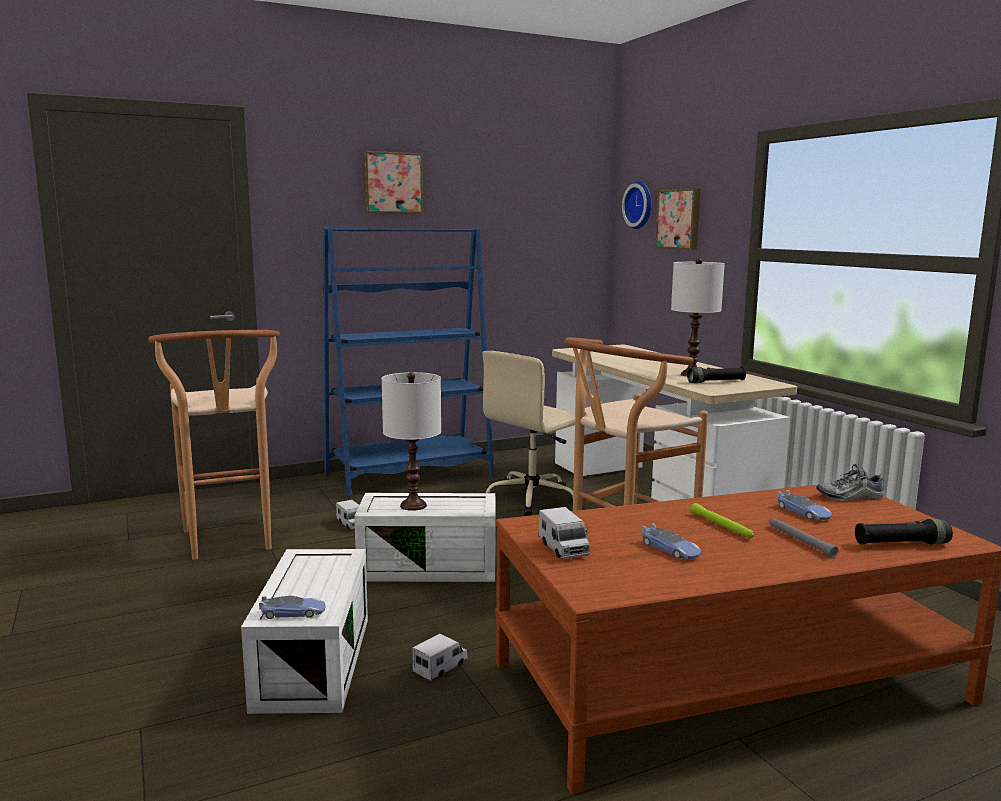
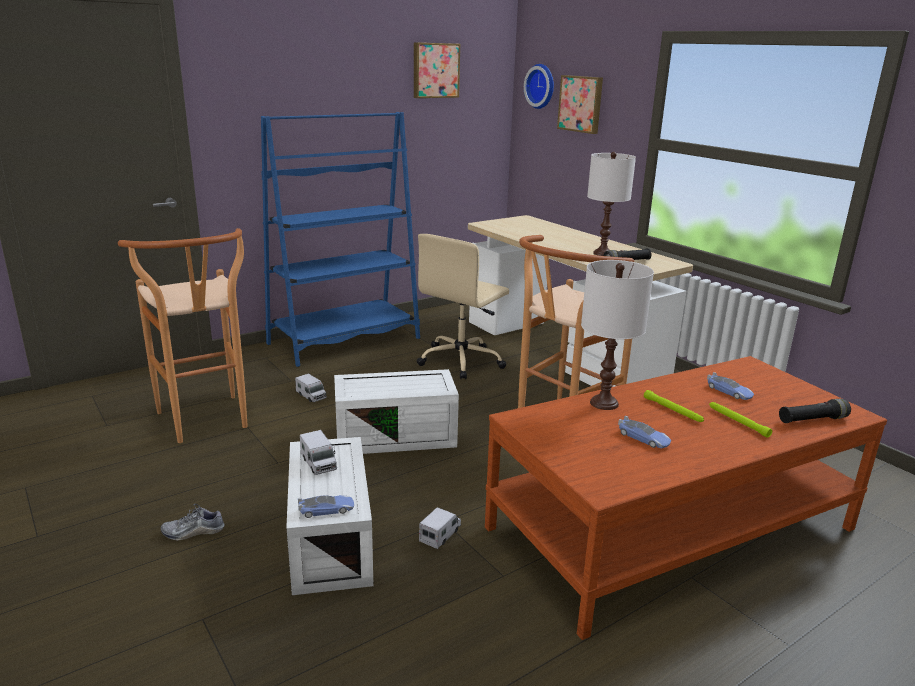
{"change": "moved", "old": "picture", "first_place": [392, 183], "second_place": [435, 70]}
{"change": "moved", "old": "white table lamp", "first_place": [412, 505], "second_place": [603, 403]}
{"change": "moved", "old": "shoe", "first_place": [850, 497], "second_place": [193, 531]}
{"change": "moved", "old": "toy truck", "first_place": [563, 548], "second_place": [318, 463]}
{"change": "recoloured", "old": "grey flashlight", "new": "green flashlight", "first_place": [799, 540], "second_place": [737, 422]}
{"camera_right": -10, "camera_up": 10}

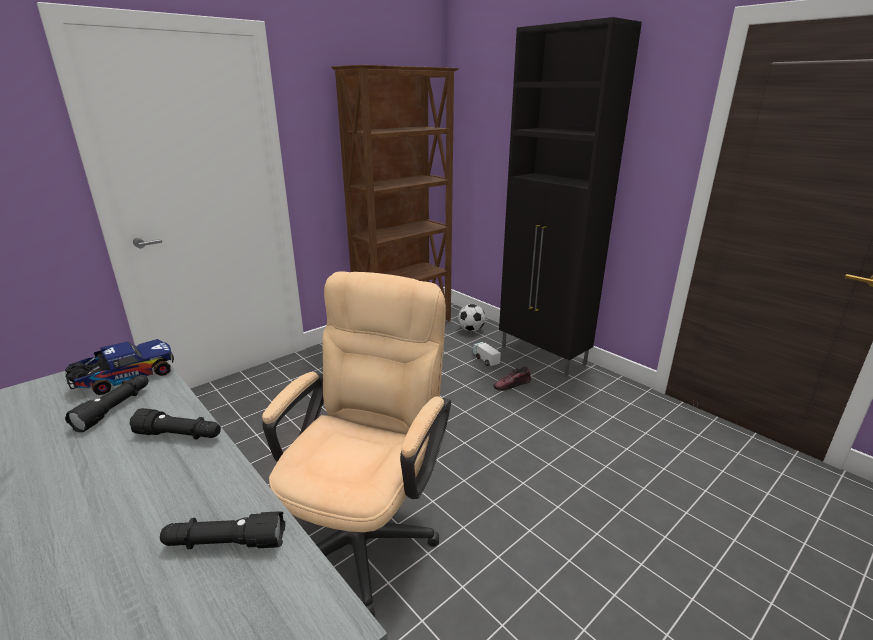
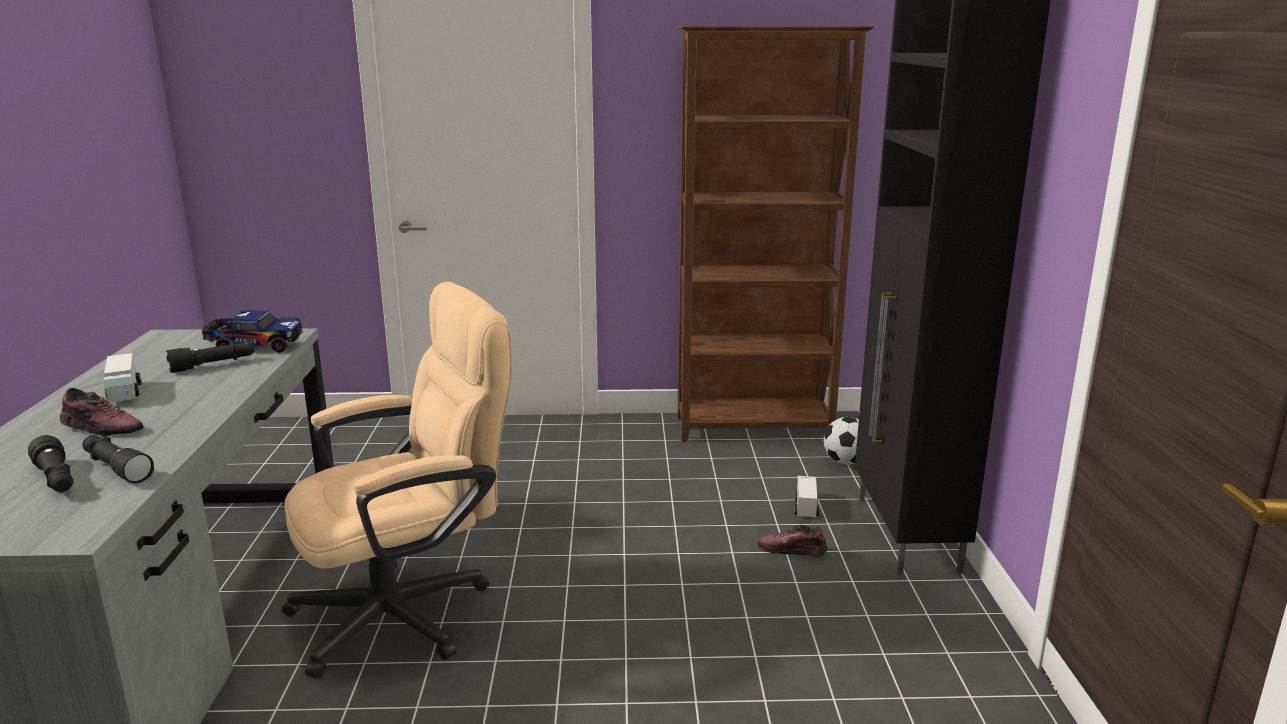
{"change": "moved", "old": "black flashlight", "first_place": [180, 435], "second_place": [56, 479]}
{"change": "added", "new": "toy truck", "second_place": [124, 393]}
{"change": "added", "new": "shoe", "second_place": [102, 428]}
{"camera_right": 40, "camera_up": -5}

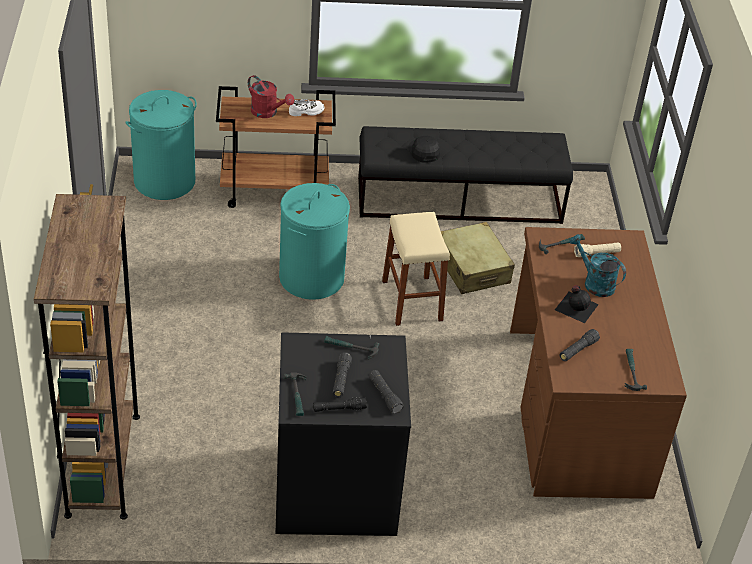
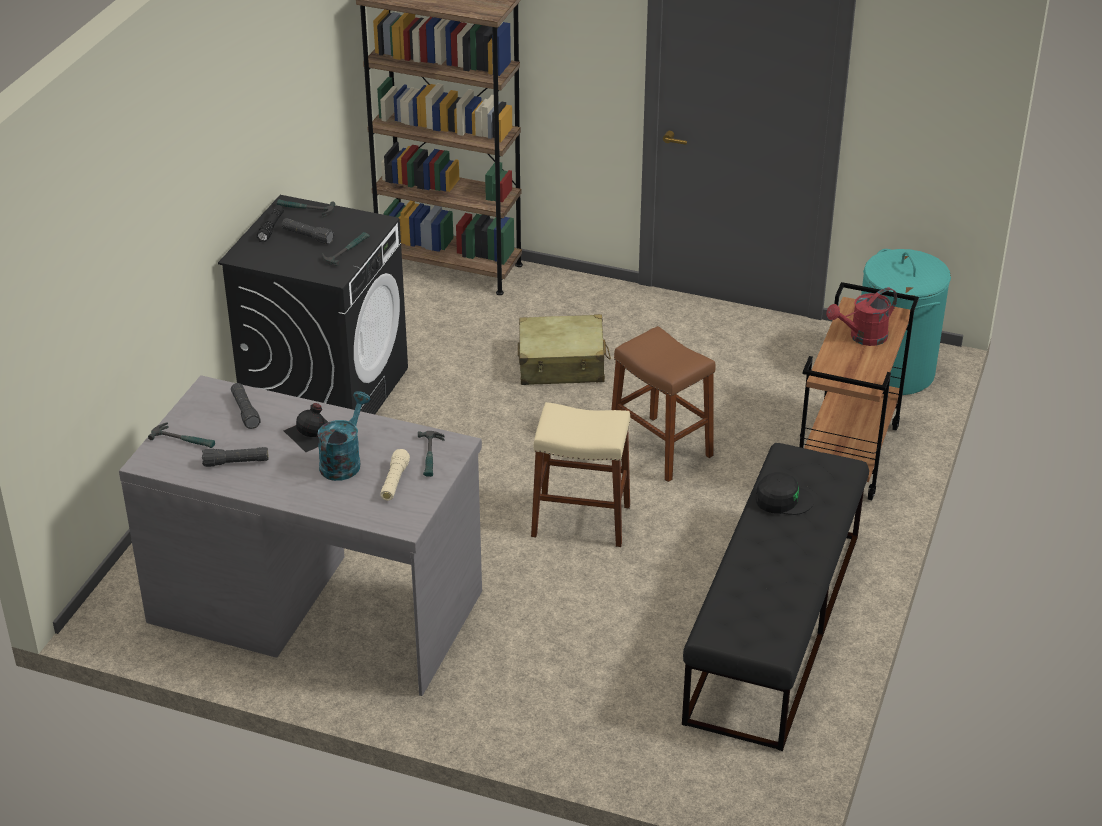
{"change": "removed", "old": "white shoe", "first_place": [306, 111]}
{"change": "replaced", "old": "turquoise laundry basket", "new": "brown stool", "first_place": [311, 278], "second_place": [660, 448]}
{"change": "moved", "old": "beige suitcase", "first_place": [472, 268], "second_place": [562, 364]}
{"change": "recoloured", "old": "brown desk", "new": "grey desk", "first_place": [576, 411], "second_place": [316, 605]}
{"change": "turned", "old": "turquoise watering can", "first_place": [594, 283], "second_place": [343, 461], "degrees": -45}
{"change": "moved", "old": "black flashlight", "first_place": [384, 396], "second_place": [236, 462]}
{"camera_right": 115, "camera_up": -5}

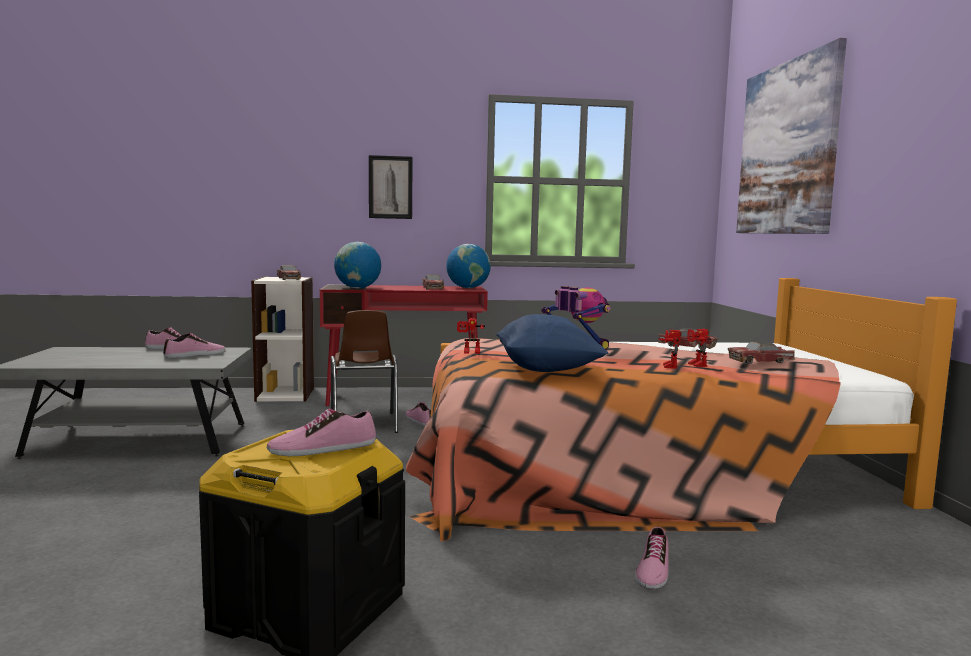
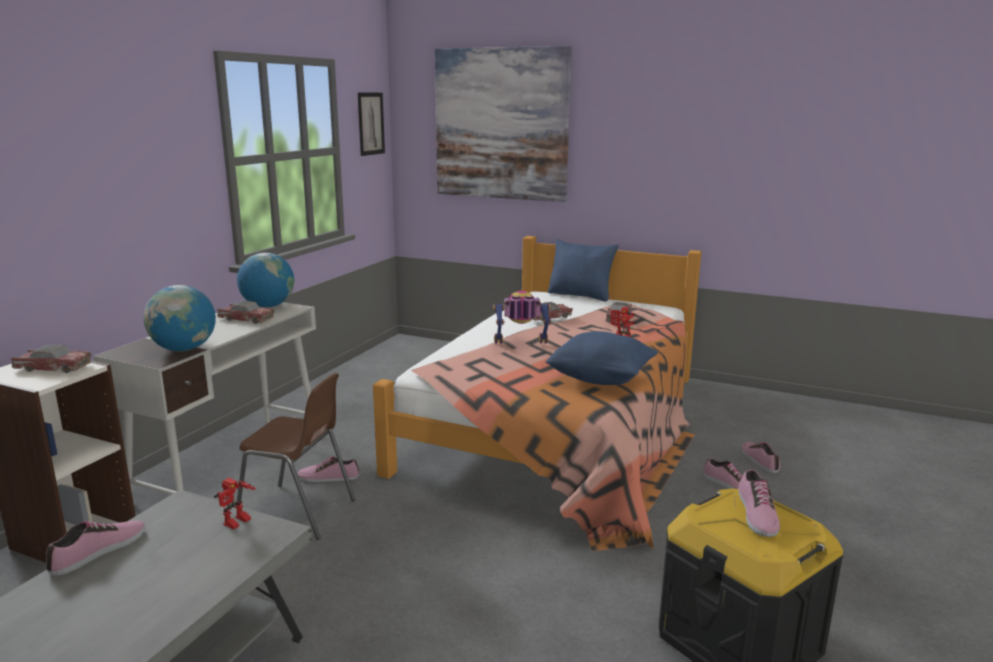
{"change": "moved", "old": "picture", "first_place": [390, 187], "second_place": [371, 123]}
{"change": "recoloured", "old": "red desk", "new": "white desk", "first_place": [405, 398], "second_place": [232, 464]}
{"change": "moved", "old": "toy robot", "first_place": [470, 352], "second_place": [238, 523]}
{"change": "moved", "old": "shoe", "first_place": [195, 355], "second_place": [760, 460]}
{"change": "added", "new": "blue pillow", "second_place": [580, 295]}
{"camera_right": -60, "camera_up": 10}

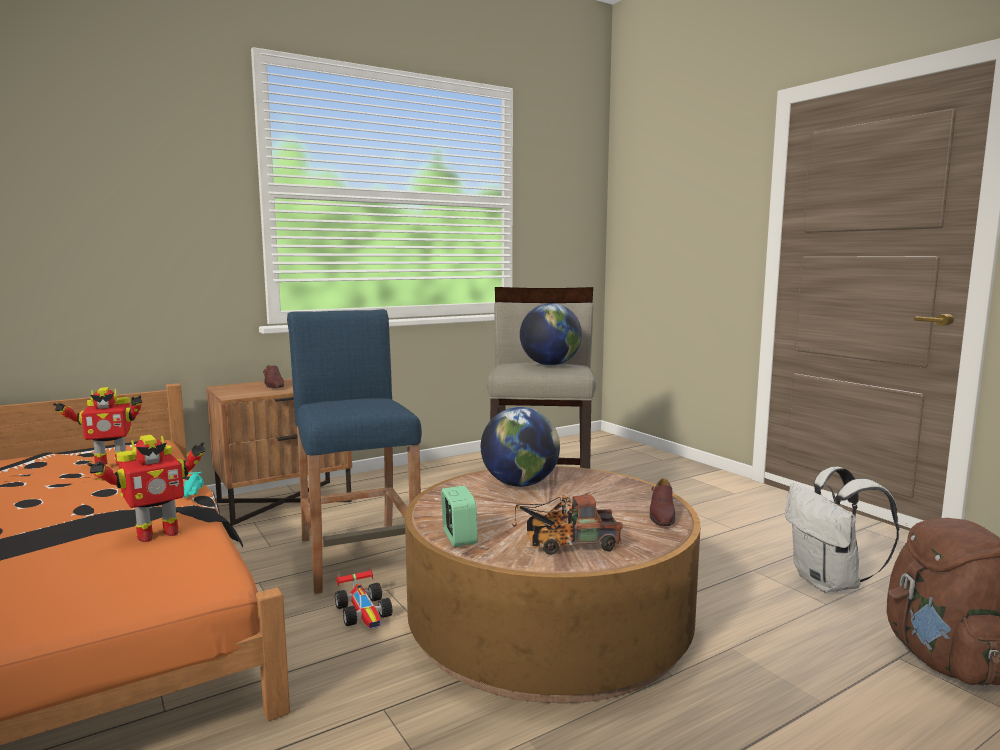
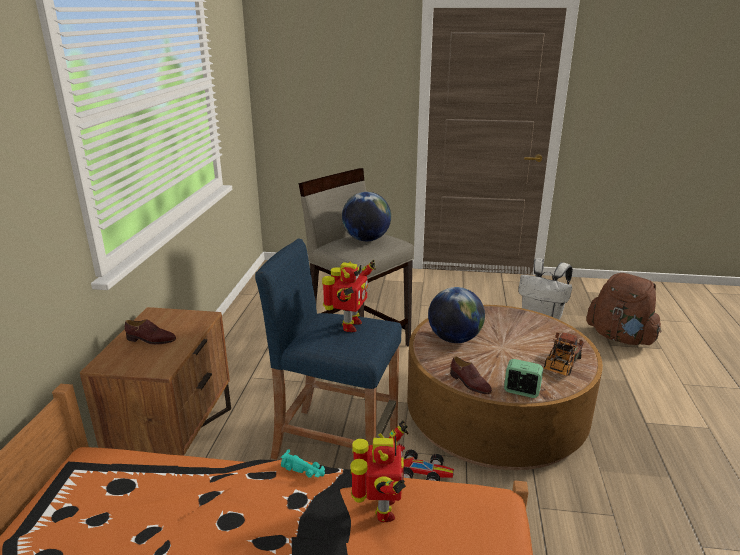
{"change": "moved", "old": "toy robot", "first_place": [110, 462], "second_place": [349, 326]}
{"change": "moved", "old": "brown shoe", "first_place": [661, 515], "second_place": [469, 383]}
{"camera_right": -50, "camera_up": 15}

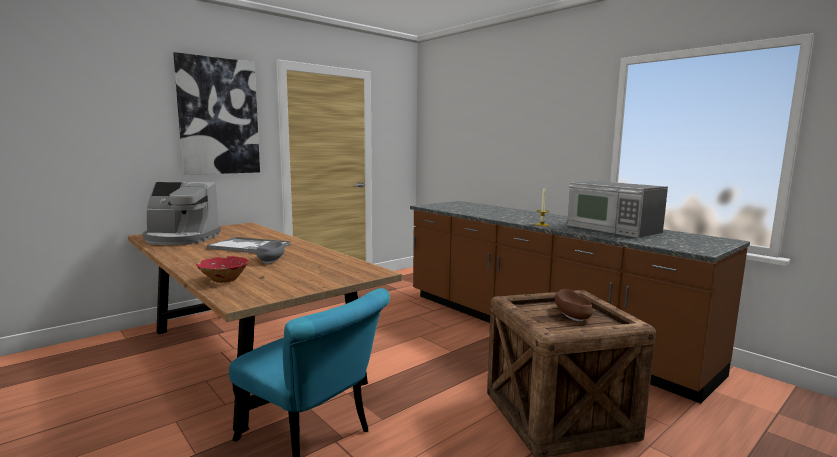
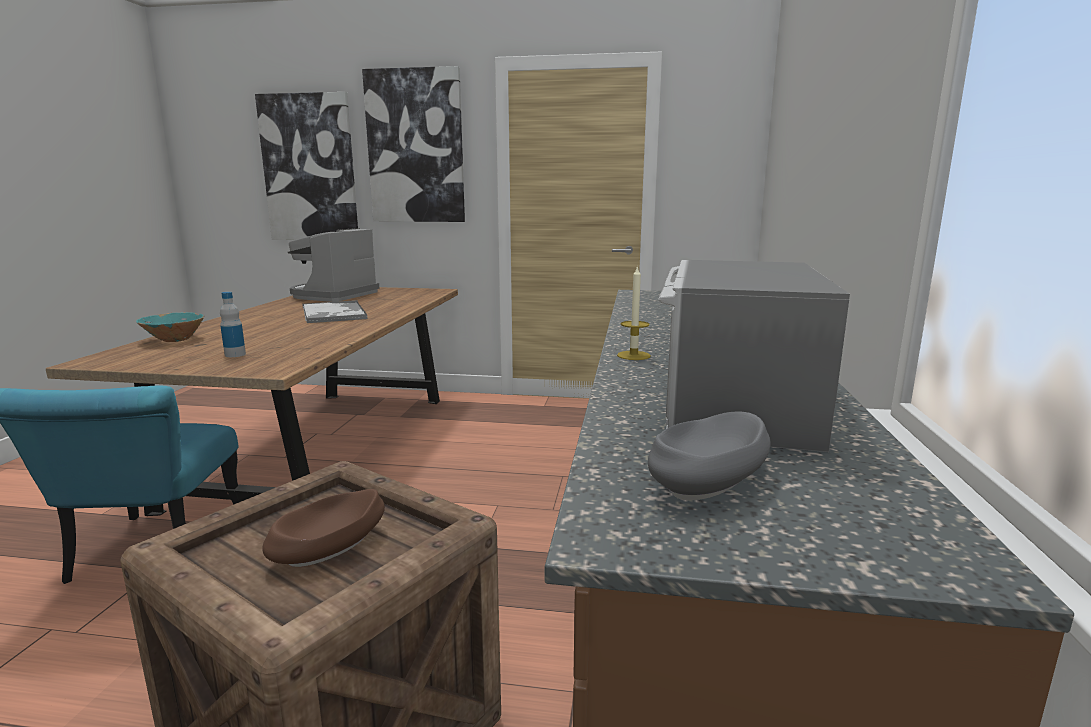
{"change": "turned", "old": "coffee machine", "first_place": [181, 239], "second_place": [333, 295], "degrees": 60}
{"change": "moved", "old": "grey bowl", "first_place": [271, 259], "second_place": [708, 481]}
{"change": "recoloured", "old": "red bowl", "new": "turquoise bowl", "first_place": [224, 280], "second_place": [174, 339]}
{"change": "added", "new": "picture", "second_place": [309, 168]}
{"change": "added", "new": "bottle", "second_place": [235, 354]}
{"camera_right": 50, "camera_up": 5}

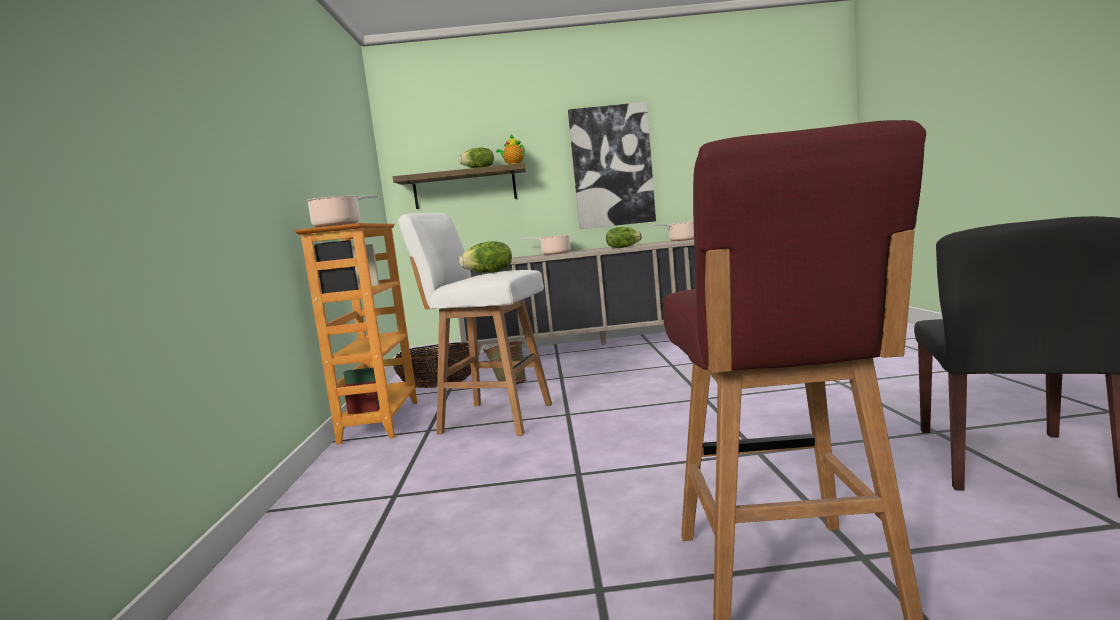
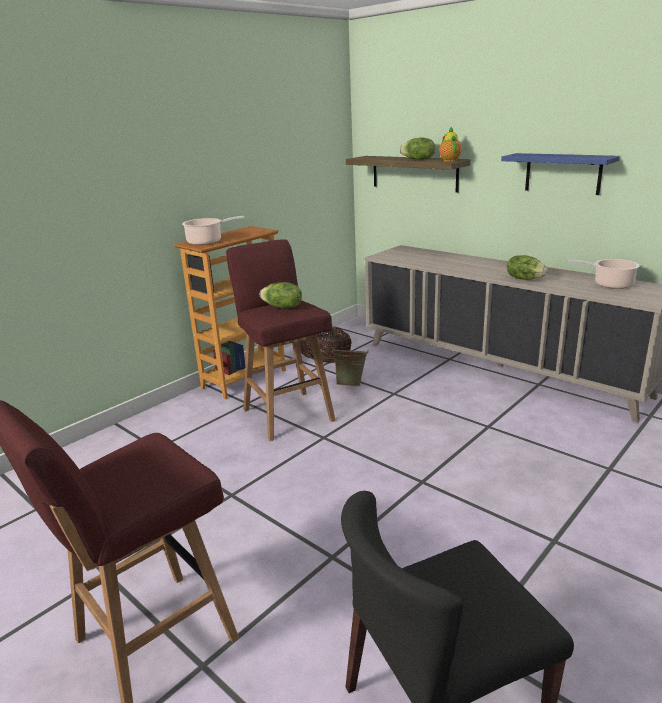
{"change": "replaced", "old": "picture", "new": "blue shelf", "first_place": [612, 166], "second_place": [563, 173]}
{"change": "recoloured", "old": "white stool", "new": "red stool", "first_place": [494, 418], "second_place": [287, 414]}
{"change": "removed", "old": "cooking pot", "first_place": [554, 253]}
{"camera_right": 45, "camera_up": 15}

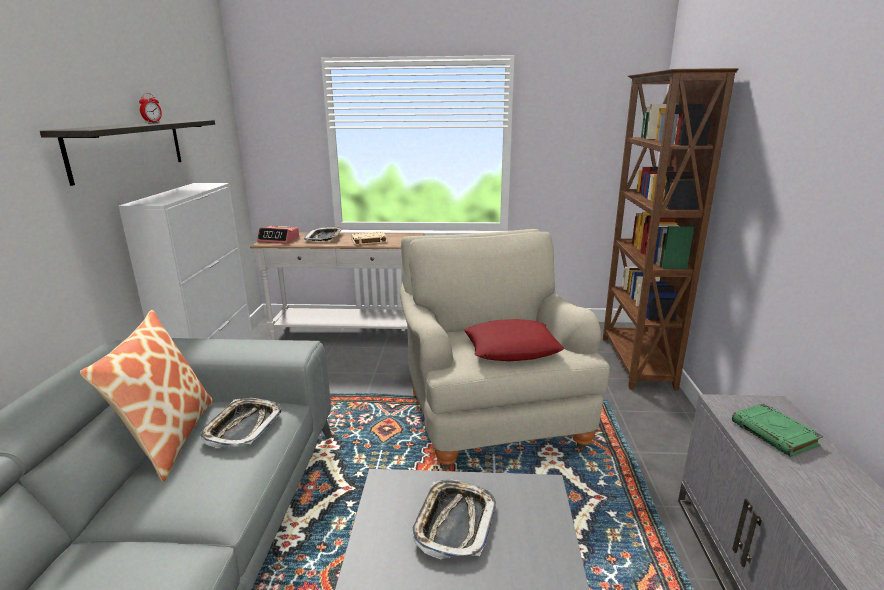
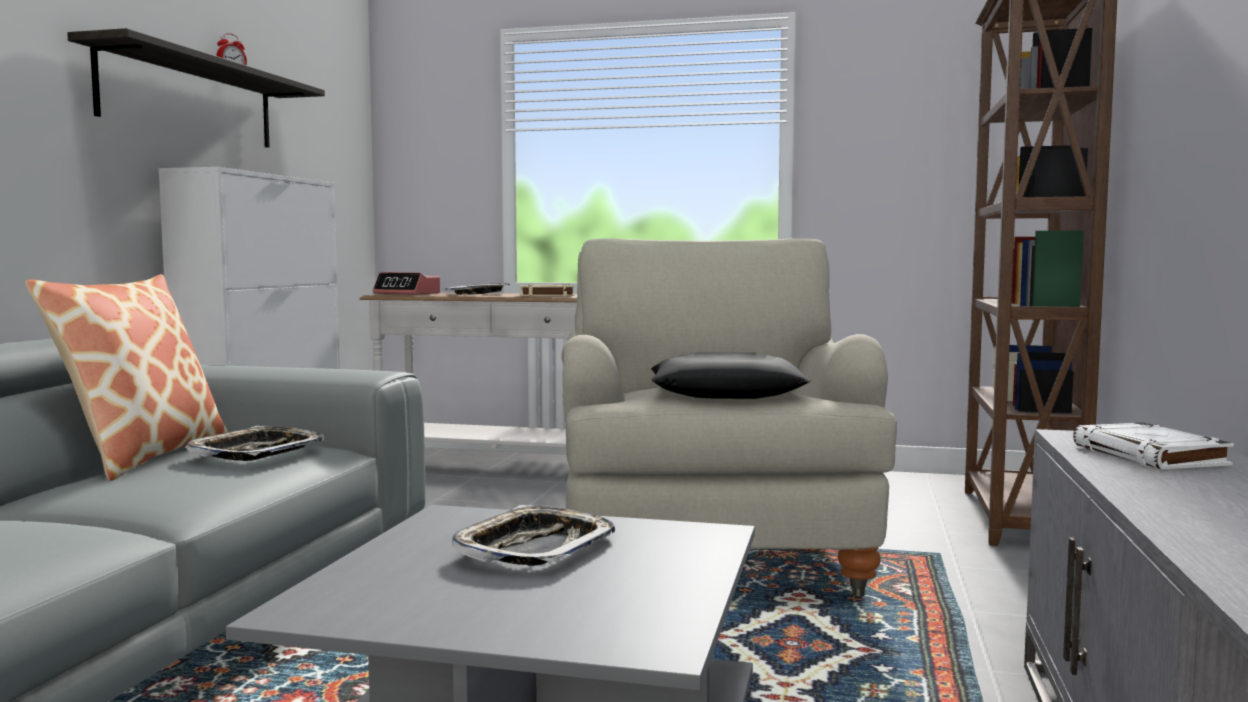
{"change": "recoloured", "old": "red pillow", "new": "black pillow", "first_place": [512, 348], "second_place": [727, 392]}
{"change": "recoloured", "old": "green book", "new": "white book", "first_place": [775, 434], "second_place": [1151, 456]}
{"camera_right": 10, "camera_up": -15}

